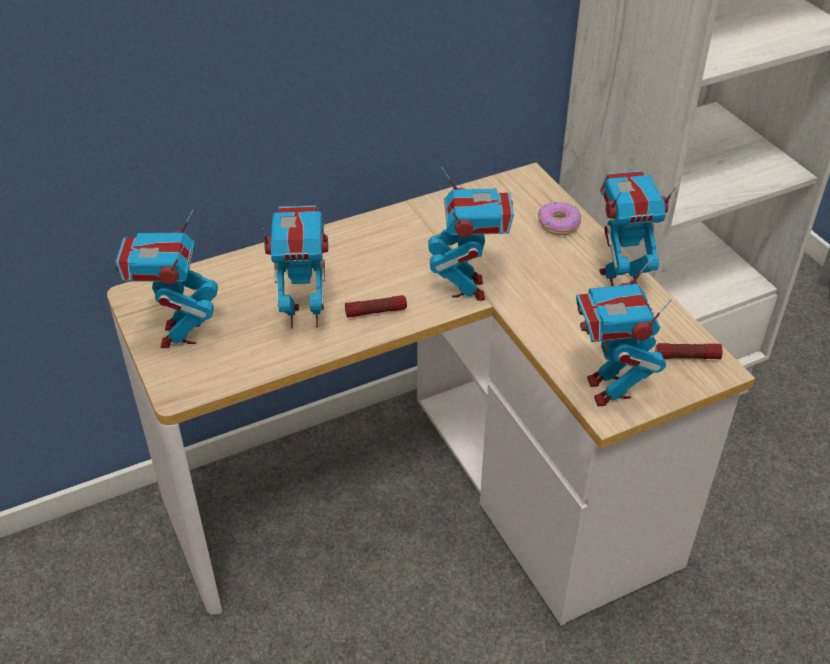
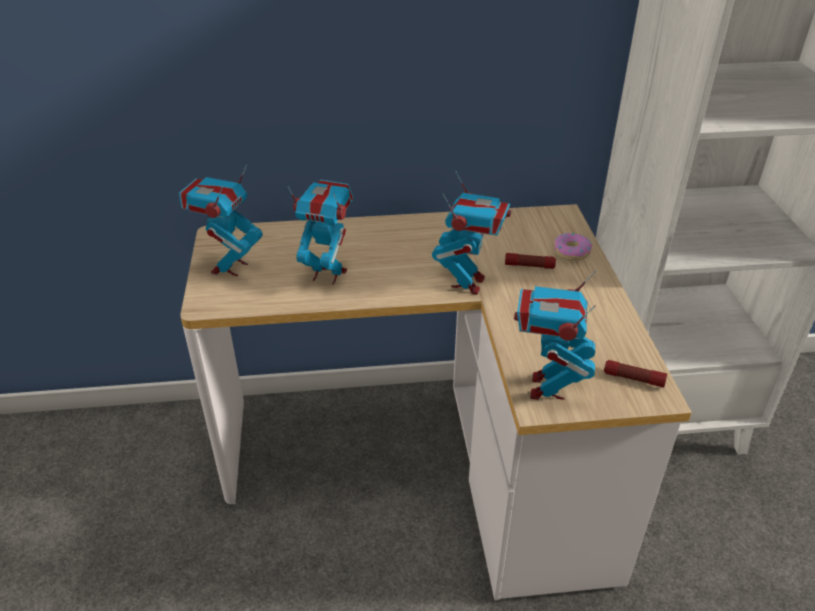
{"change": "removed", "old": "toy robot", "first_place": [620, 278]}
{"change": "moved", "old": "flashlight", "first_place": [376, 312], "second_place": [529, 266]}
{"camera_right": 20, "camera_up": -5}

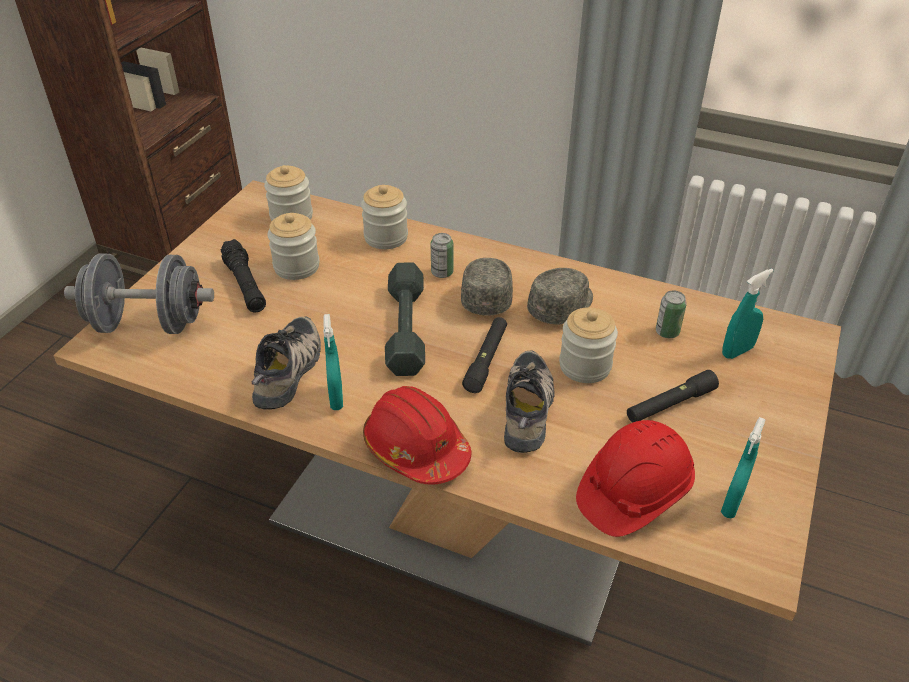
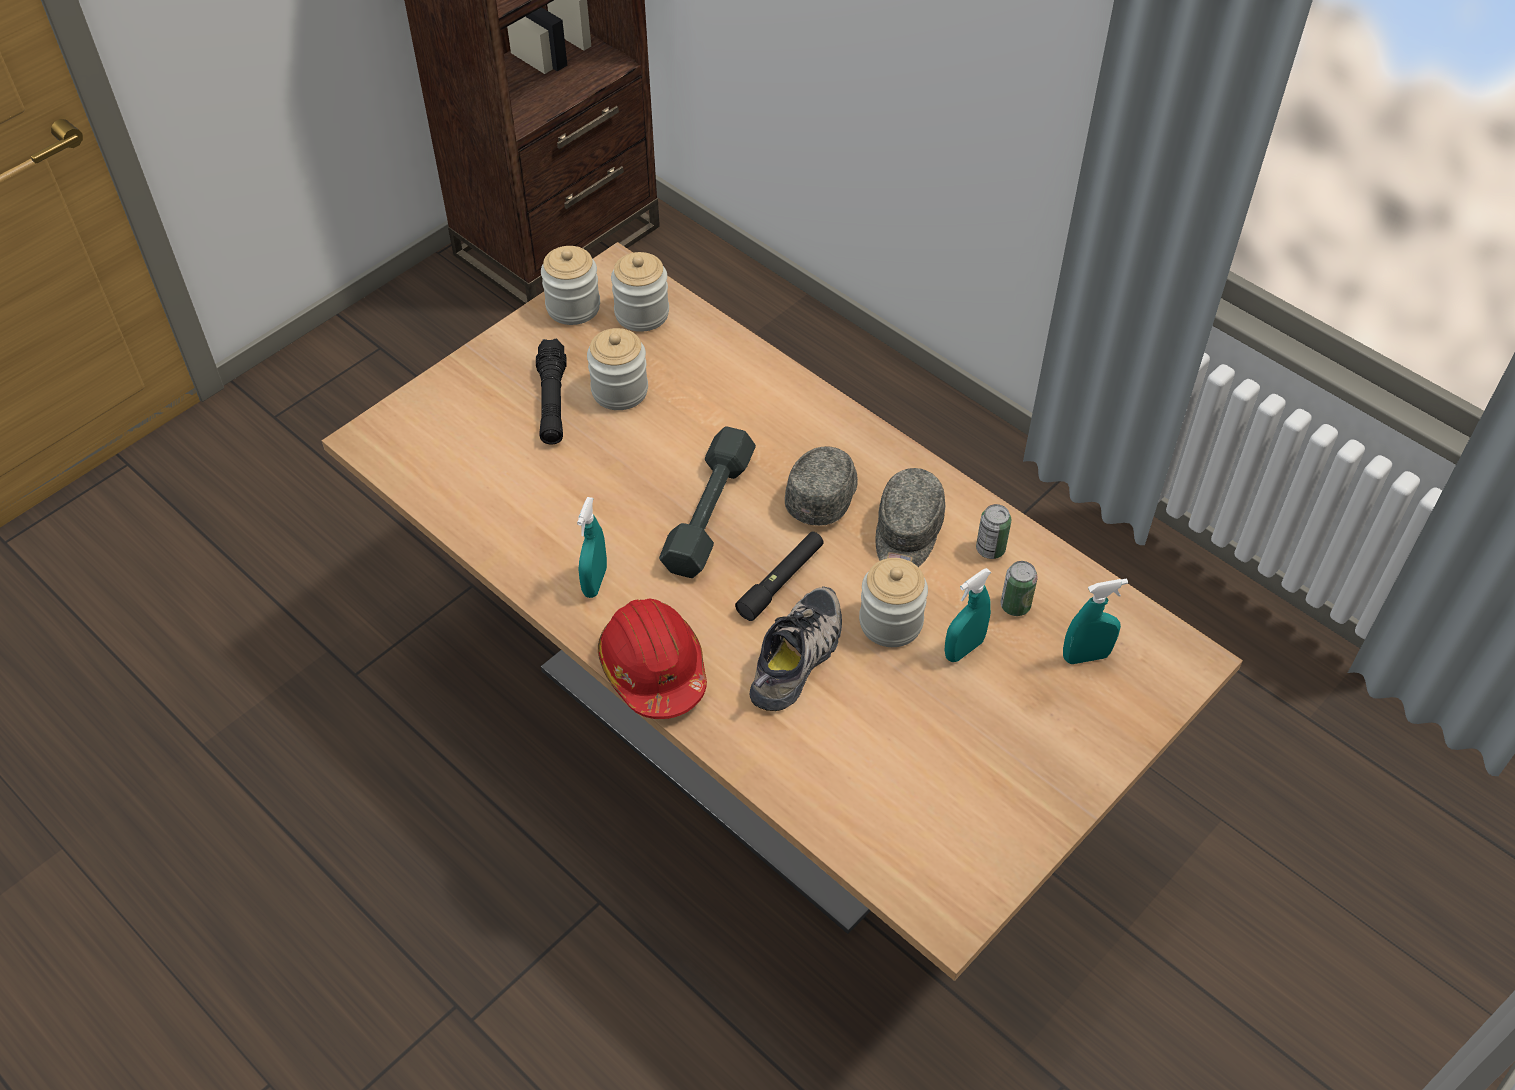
{"change": "moved", "old": "jar", "first_place": [386, 237], "second_place": [573, 307]}
{"change": "moved", "old": "can", "first_place": [442, 272], "second_place": [990, 549]}
{"change": "removed", "old": "grey dumbbell", "first_place": [148, 323]}
{"change": "turned", "old": "grey cap", "first_place": [562, 306], "second_place": [907, 533], "degrees": 135}
{"change": "removed", "old": "shoe", "first_place": [290, 370]}
{"change": "removed", "old": "black flashlight", "first_place": [670, 404]}
{"change": "moved", "old": "turquoise spray bottle", "first_place": [732, 503], "second_place": [964, 649]}
{"change": "removed", "old": "red hard hat", "first_place": [633, 493]}
{"camera_right": 20, "camera_up": 10}

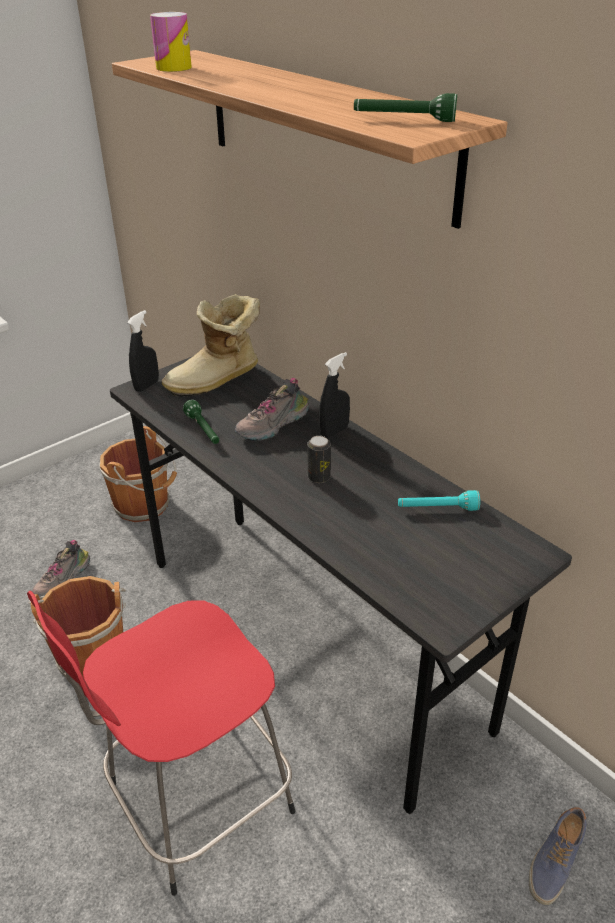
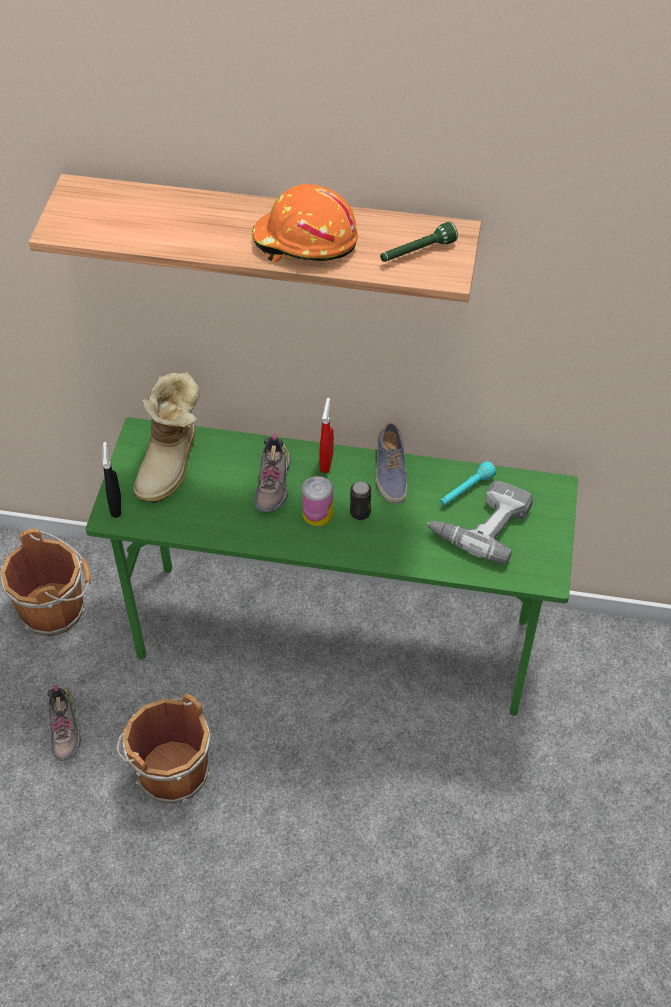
{"change": "moved", "old": "can", "first_place": [173, 68], "second_place": [317, 514]}
{"change": "recoloured", "old": "black spray bottle", "new": "red spray bottle", "first_place": [334, 431], "second_place": [326, 462]}
{"change": "recoloured", "old": "grey desk", "new": "green desk", "first_place": [311, 640], "second_place": [335, 637]}
{"change": "removed", "old": "green flashlight", "first_place": [203, 430]}
{"change": "removed", "old": "red stool", "first_place": [194, 801]}
{"change": "moved", "old": "shoe", "first_place": [554, 860], "second_place": [390, 472]}
{"change": "added", "new": "orange hard hat", "second_place": [304, 242]}
{"change": "added", "new": "power drill", "second_place": [480, 524]}
{"camera_right": -40, "camera_up": 15}

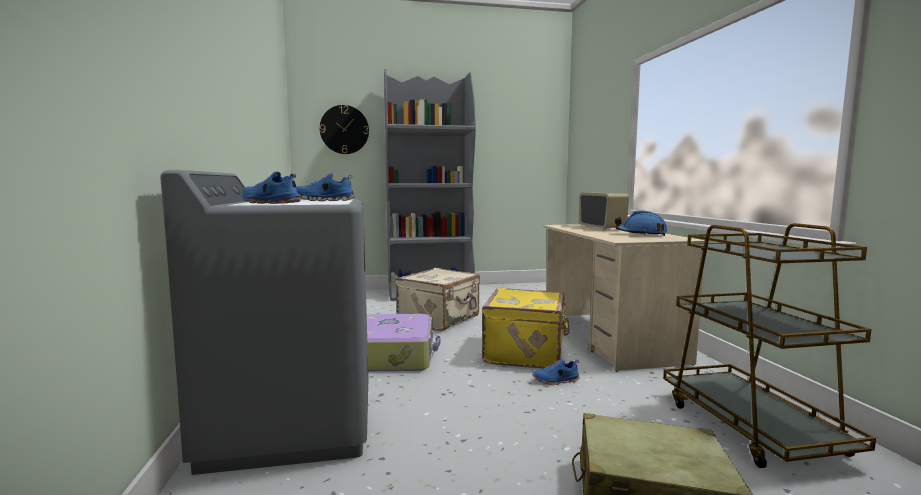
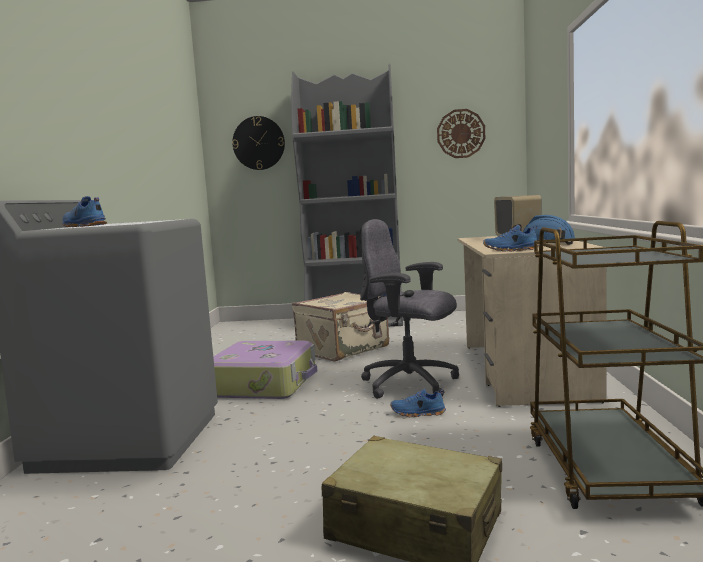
{"change": "moved", "old": "blue shoe", "first_place": [323, 200], "second_place": [511, 250]}
{"change": "replaced", "old": "yellow suitcase", "new": "grey office chair", "first_place": [526, 352], "second_place": [410, 384]}
{"change": "added", "new": "wall clock", "second_place": [461, 133]}
{"camera_right": 15, "camera_up": 0}

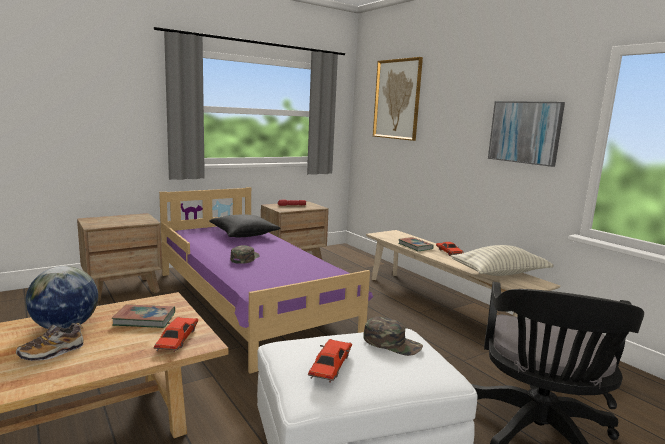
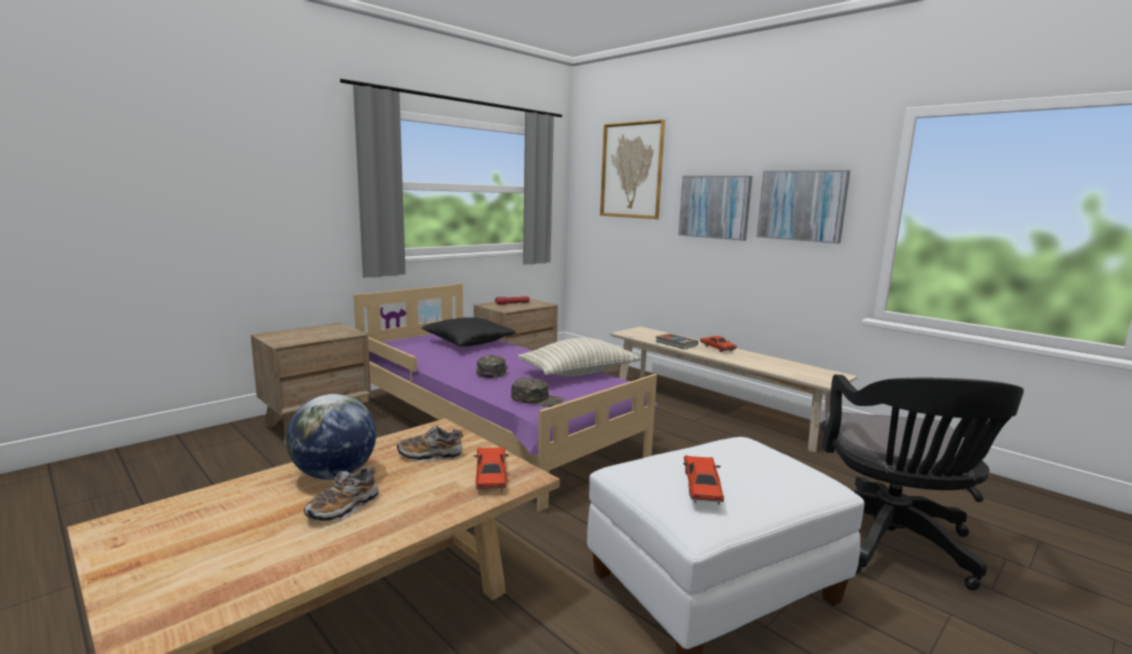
{"change": "moved", "old": "pillow", "first_place": [499, 273], "second_place": [578, 373]}
{"change": "replaced", "old": "book", "new": "shoe", "first_place": [144, 319], "second_place": [430, 455]}
{"change": "moved", "old": "green cap", "first_place": [392, 343], "second_place": [537, 399]}
{"change": "added", "new": "picture", "second_place": [714, 207]}
{"camera_right": -10, "camera_up": 0}

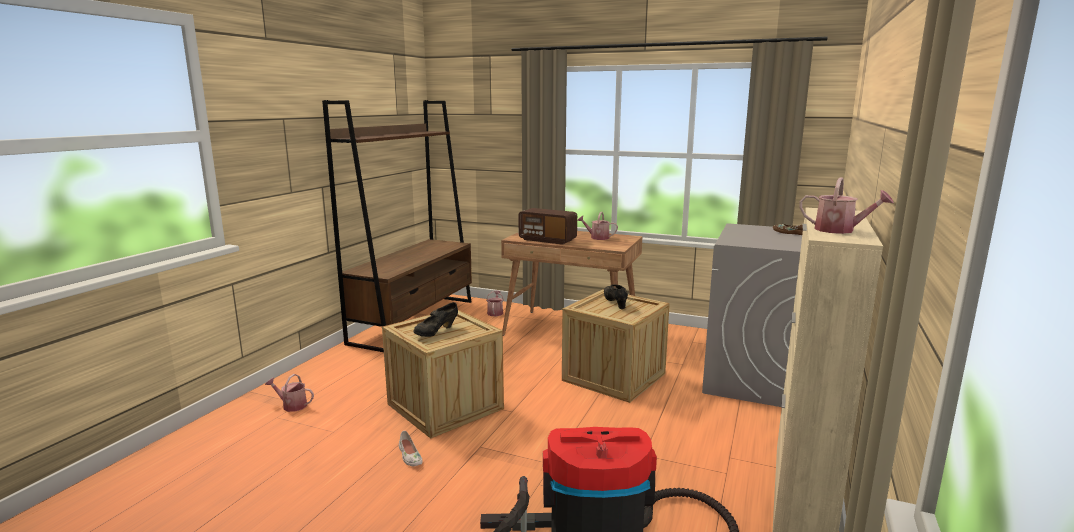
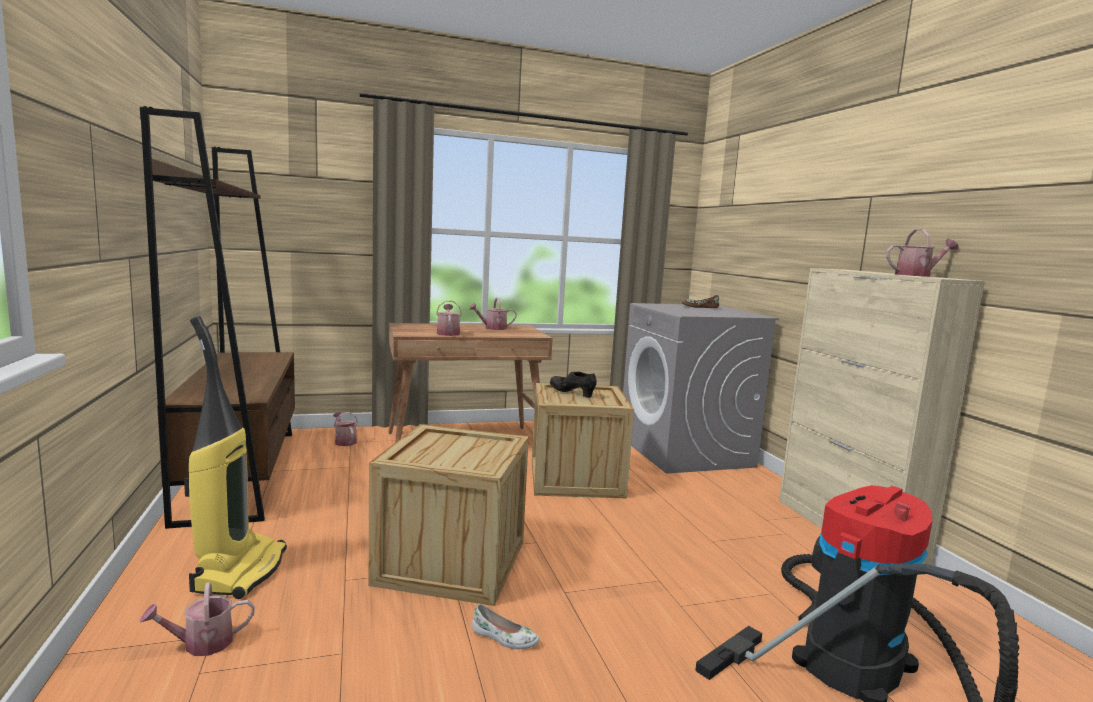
{"change": "replaced", "old": "radio", "new": "watering can", "first_place": [547, 240], "second_place": [448, 333]}
{"change": "removed", "old": "black shoe", "first_place": [436, 333]}
{"change": "added", "new": "vacuum cleaner", "second_place": [239, 570]}
{"camera_right": -40, "camera_up": -5}

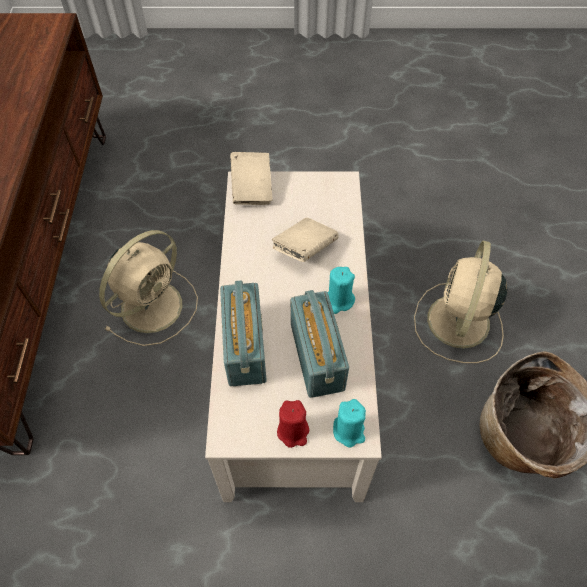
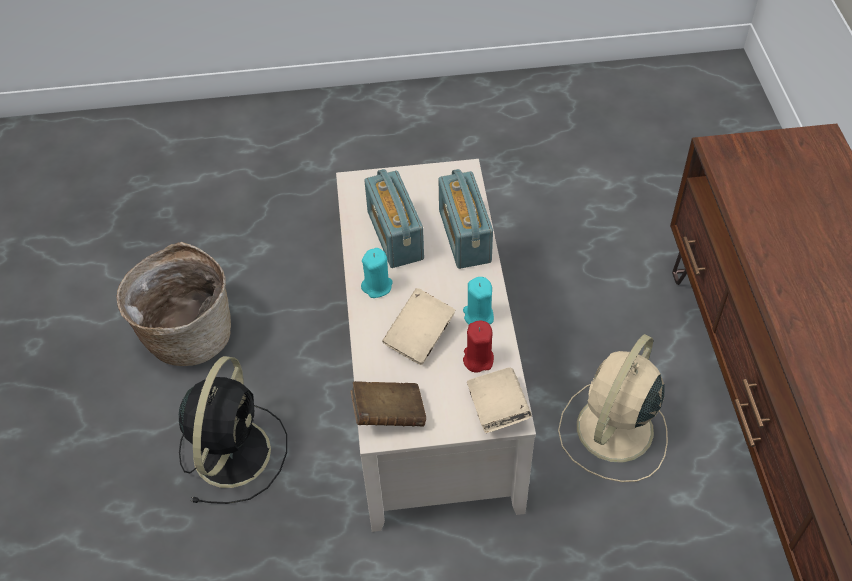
{"change": "recoloured", "old": "beige fan", "new": "black fan", "first_place": [457, 323], "second_place": [233, 450]}
{"change": "moved", "old": "turquoise candle", "first_place": [349, 431], "second_place": [478, 316]}
{"change": "moved", "old": "red candle", "first_place": [293, 431], "second_place": [478, 359]}
{"change": "added", "new": "brown book", "second_place": [389, 414]}
{"camera_right": 175, "camera_up": -5}

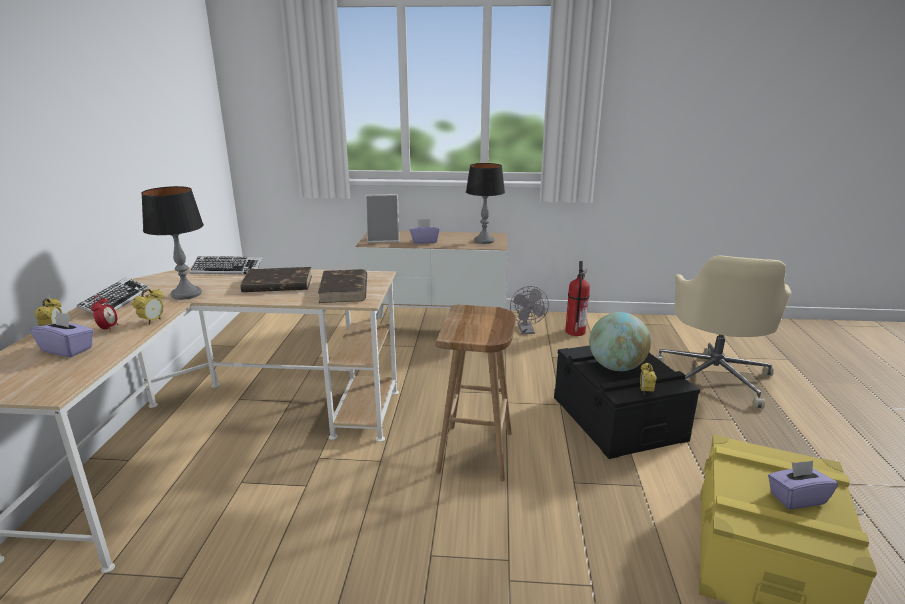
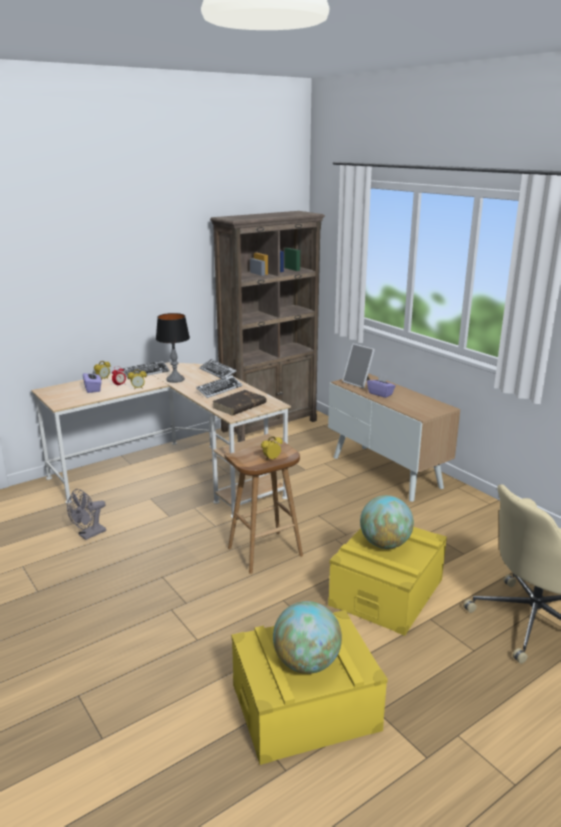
{"change": "removed", "old": "table lamp", "first_place": [484, 241]}
{"change": "removed", "old": "fire extinguisher", "first_place": [574, 331]}
{"change": "replaced", "old": "brown book", "new": "keyboard", "first_place": [277, 284], "second_place": [219, 389]}
{"change": "moved", "old": "grey fan", "first_place": [527, 331], "second_place": [88, 535]}
{"change": "recoloured", "old": "black storage box", "new": "yellow storage box", "first_place": [618, 418], "second_place": [386, 592]}
{"change": "moved", "old": "alarm clock", "first_place": [645, 392], "second_place": [271, 459]}
{"change": "replaced", "old": "purple tissue box", "new": "globe", "first_place": [796, 498], "second_place": [306, 663]}
{"change": "added", "new": "brown bookcase", "second_place": [270, 425]}
{"camera_right": 50, "camera_up": 0}

